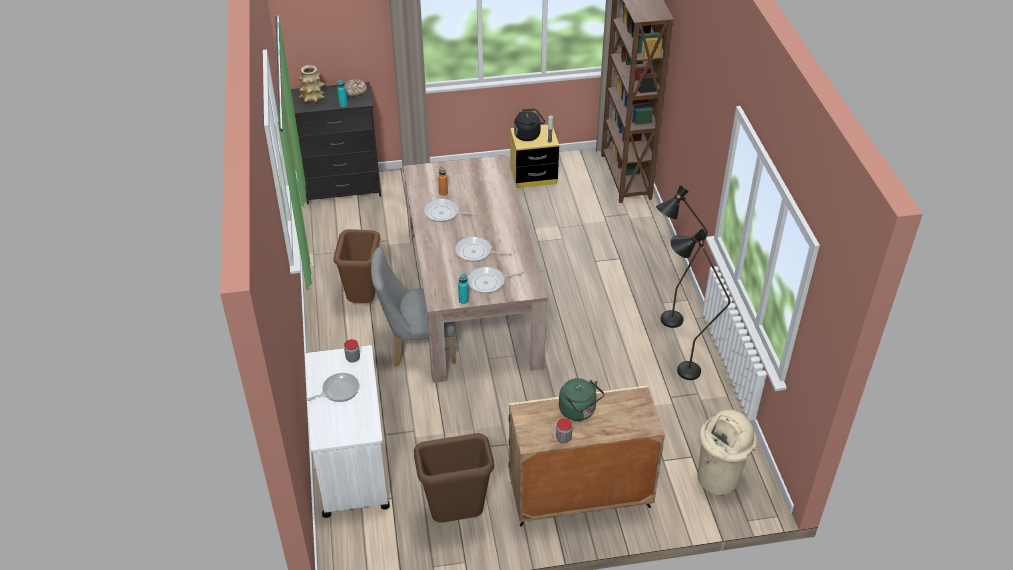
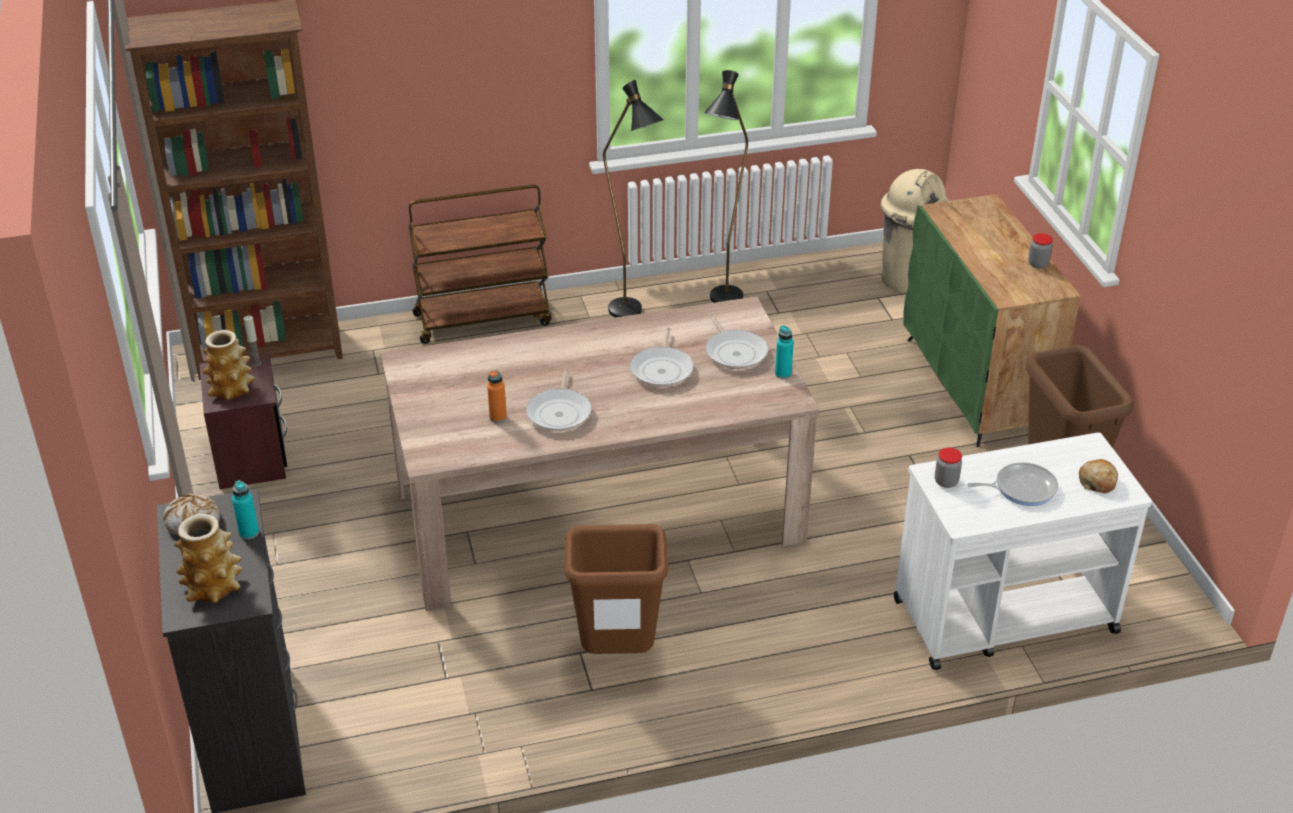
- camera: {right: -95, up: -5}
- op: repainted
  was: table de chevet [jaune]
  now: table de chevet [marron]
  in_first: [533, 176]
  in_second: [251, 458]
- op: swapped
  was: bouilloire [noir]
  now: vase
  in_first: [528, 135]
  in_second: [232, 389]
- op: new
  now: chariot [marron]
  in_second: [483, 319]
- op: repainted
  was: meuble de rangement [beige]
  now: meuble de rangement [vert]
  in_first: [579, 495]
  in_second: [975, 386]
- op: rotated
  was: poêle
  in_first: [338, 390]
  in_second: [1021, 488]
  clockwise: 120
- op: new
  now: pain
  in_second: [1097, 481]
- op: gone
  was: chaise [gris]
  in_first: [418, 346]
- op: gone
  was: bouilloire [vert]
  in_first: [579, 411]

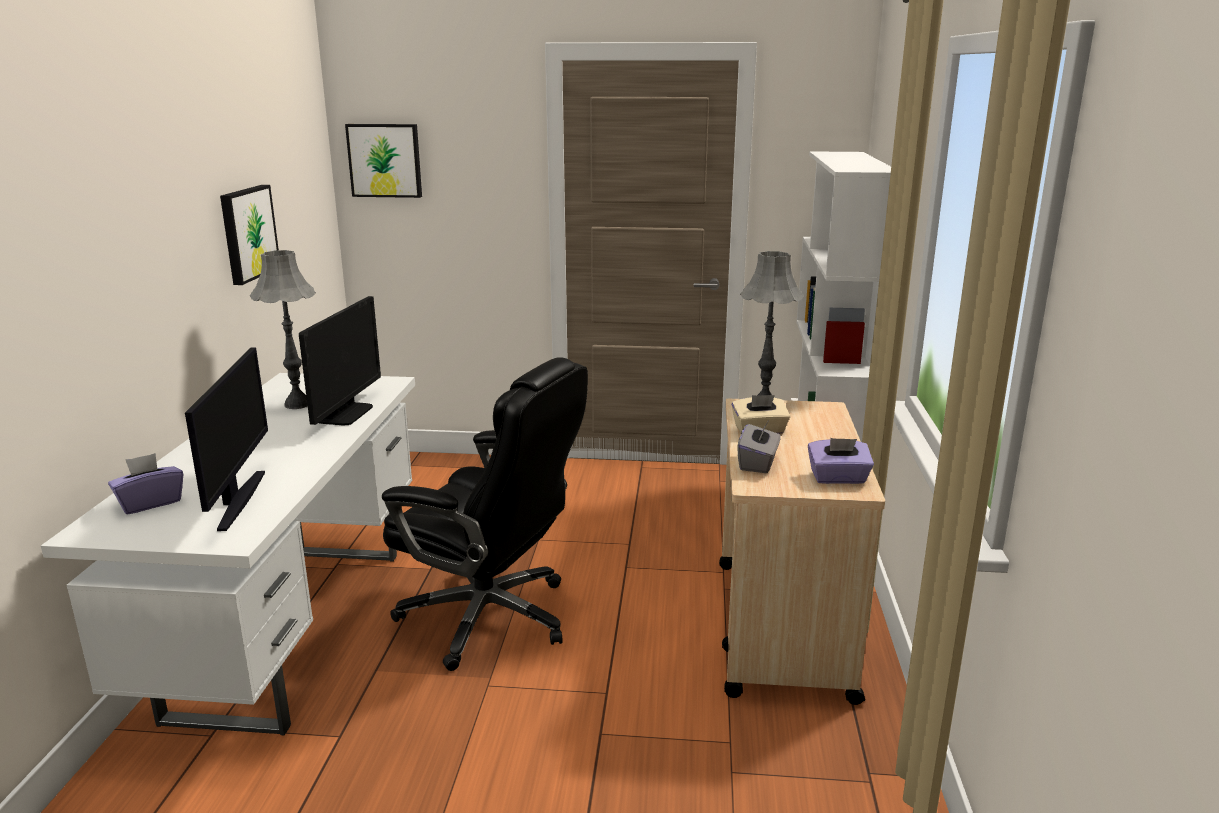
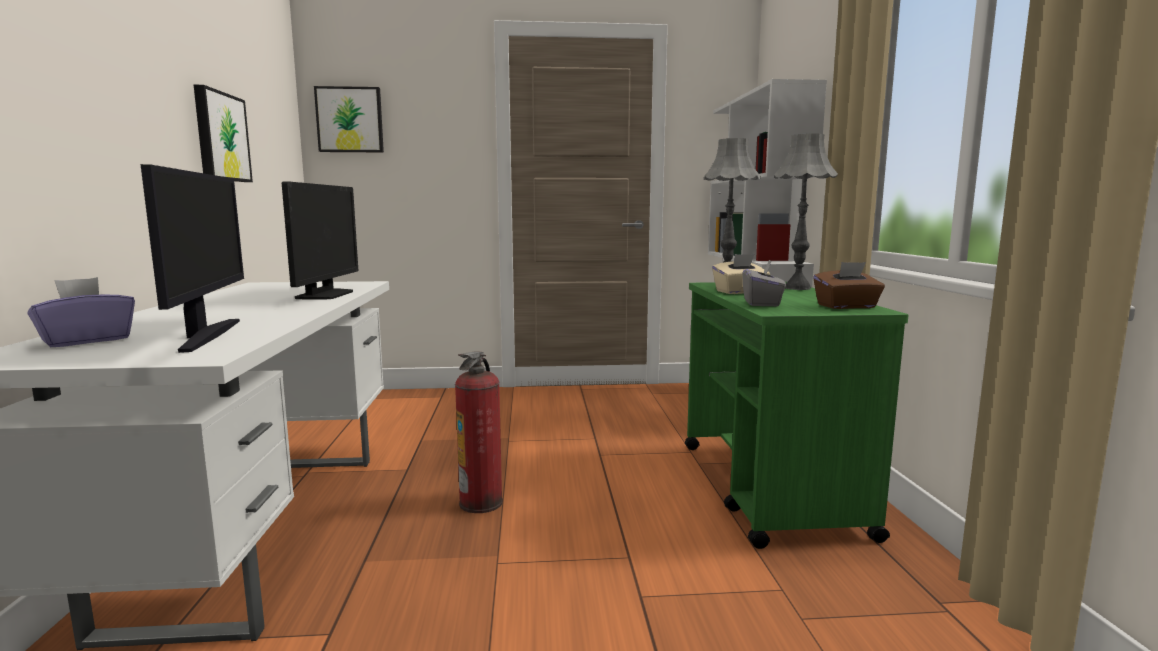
- camera: {right: -10, up: -10}
- op: swapped
  was: chaise de bureau [noir]
  now: extincteur
  in_first: [490, 617]
  in_second: [481, 503]
- op: repainted
  was: chariot [beige]
  now: chariot [vert]
  in_first: [782, 628]
  in_second: [769, 488]
- op: shifted
  was: lampe de table [gris]
  in_first: [298, 404]
  in_second: [798, 288]
- op: repainted
  was: boîte à mouchoirs [violet]
  now: boîte à mouchoirs [marron]
  in_first: [838, 478]
  in_second: [846, 306]

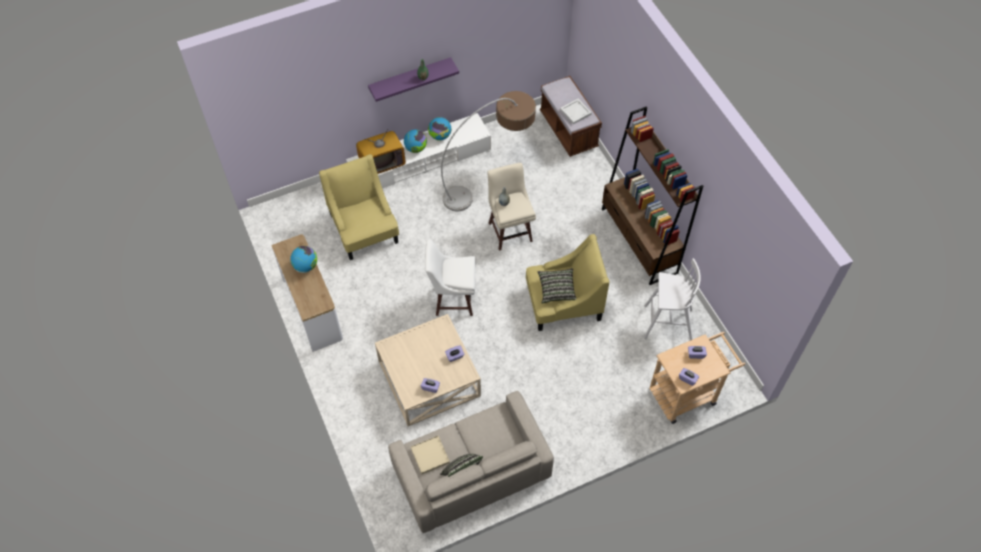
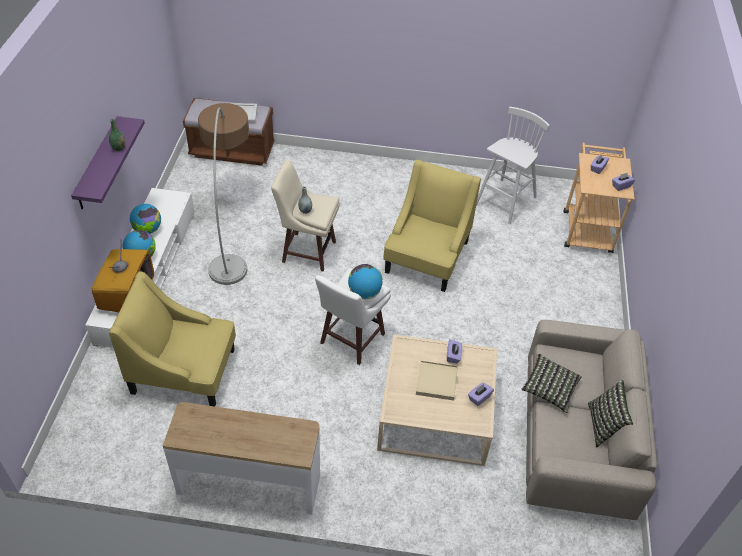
- camera: {right: -60, up: -10}
- op: shifted
  was: globe
  in_first: [305, 266]
  in_second: [364, 293]
- op: shifted
  was: plateau [beige]
  in_first: [430, 455]
  in_second: [436, 381]
- op: shifted
  was: coussin
  in_first: [556, 289]
  in_second: [549, 388]
- op: gone
  was: bibliothèque [marron]
  in_first: [639, 241]

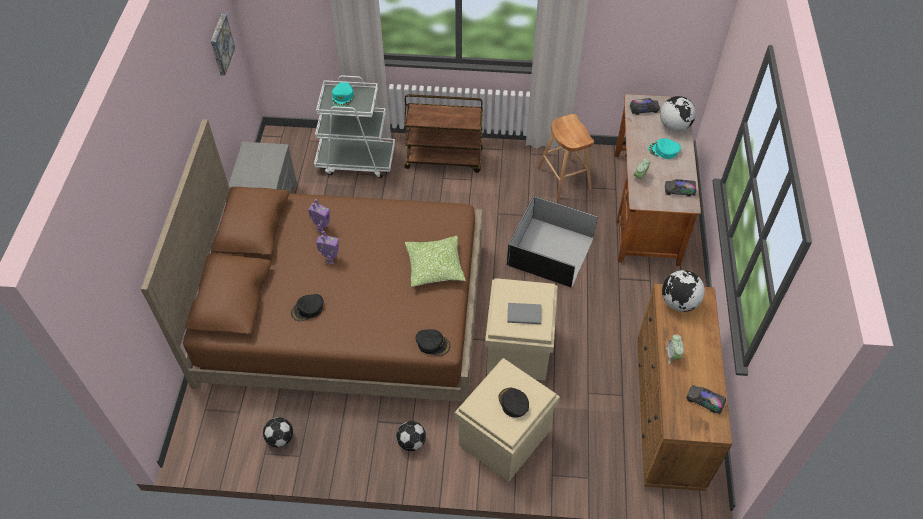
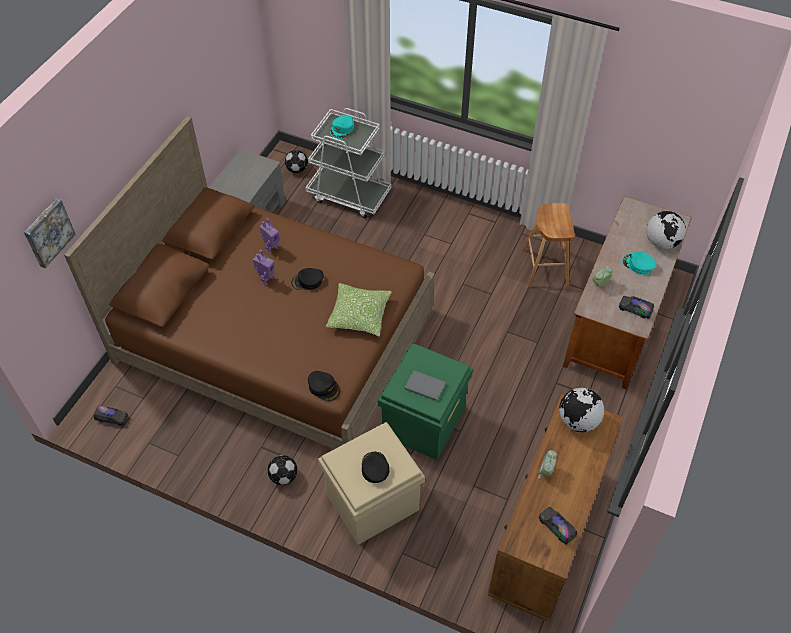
- camera: {right: 20, up: 0}
- op: shifted
  was: tableau
  in_first: [220, 44]
  in_second: [48, 232]
- op: shifted
  was: camion jouet
  in_first: [644, 110]
  in_second: [112, 418]
- op: shifted
  was: ballon de foot
  in_first: [280, 438]
  in_second: [297, 169]
- op: shifted
  was: casquette [noir]
  in_first: [308, 309]
  in_second: [307, 281]
- op: repainted
  was: boîte de rangement [beige]
  now: boîte de rangement [vert]
  in_first: [518, 348]
  in_second: [424, 420]
- op: gone
  was: chariot [marron]
  in_first: [444, 159]
- op: gone
  was: boîte de rangement [noir]
  in_first: [550, 252]

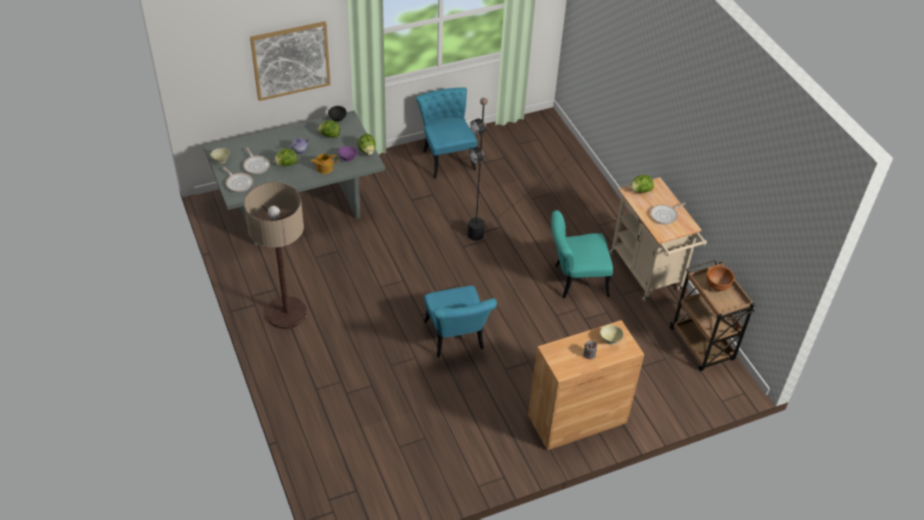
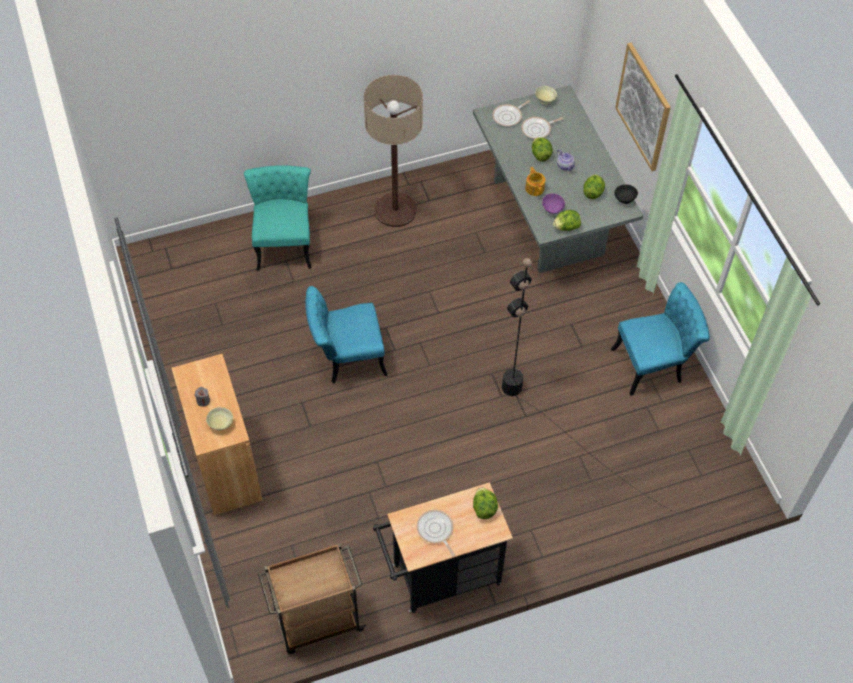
- camera: {right: 95, up: 10}
- op: shifted
  was: chaise [turquoise]
  in_first: [574, 281]
  in_second: [284, 242]
- op: repainted
  was: chariot [beige]
  now: chariot [noir]
  in_first: [648, 274]
  in_second: [440, 577]
- op: gone
  was: bol [marron]
  in_first: [717, 286]

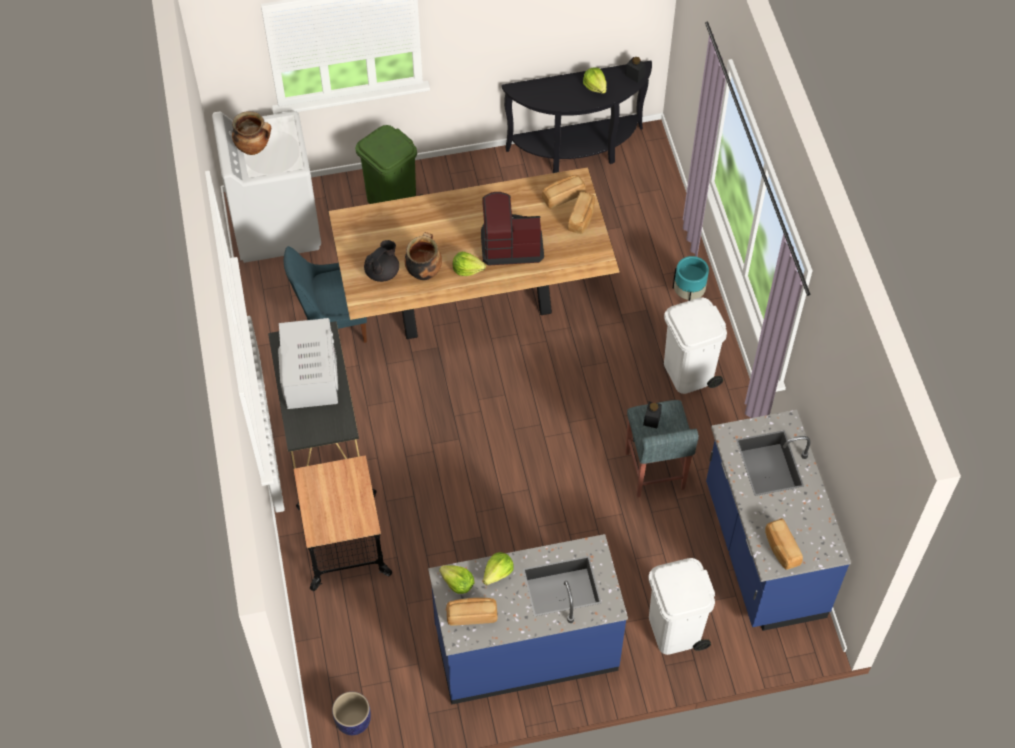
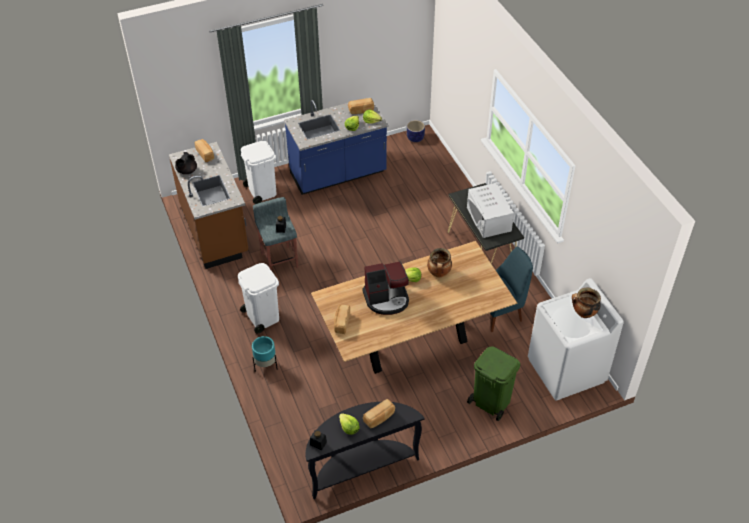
- camera: {right: 170, up: -10}
- op: repainted
  was: comptoir de cuisine [bleu]
  now: comptoir de cuisine [marron]
  in_first: [762, 552]
  in_second: [215, 230]
- op: shifted
  was: théière [noir]
  in_first: [382, 272]
  in_second: [186, 171]
- op: shifted
  was: pain
  in_first: [562, 196]
  in_second: [379, 418]
- op: gone
  was: chariot
  in_first: [343, 542]

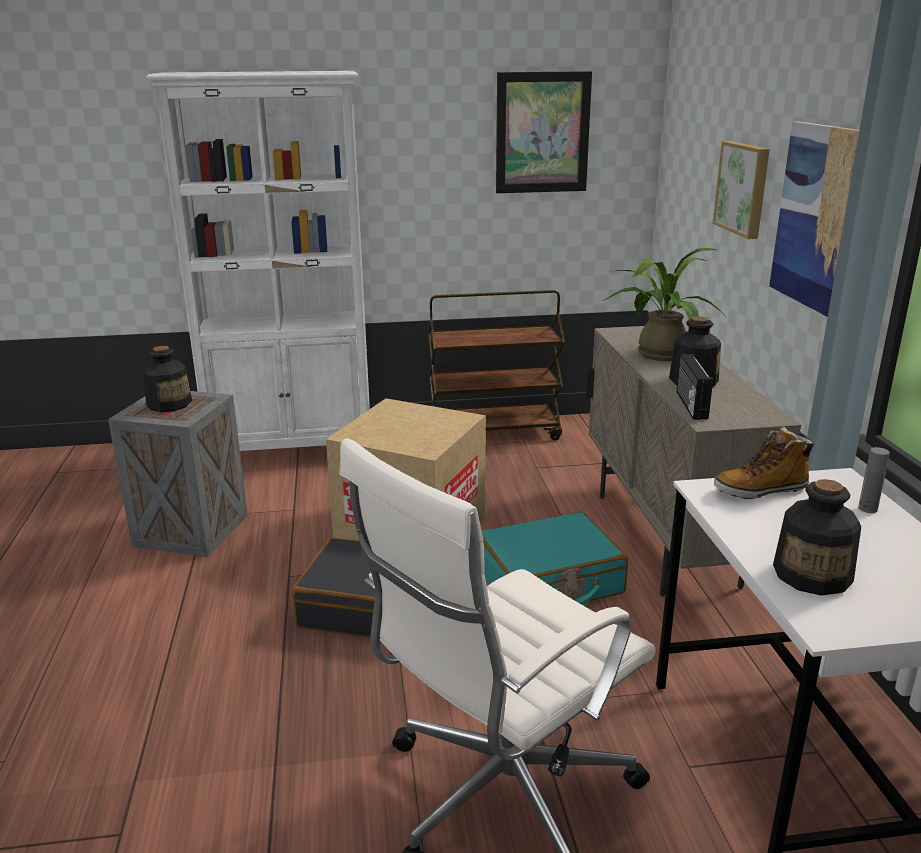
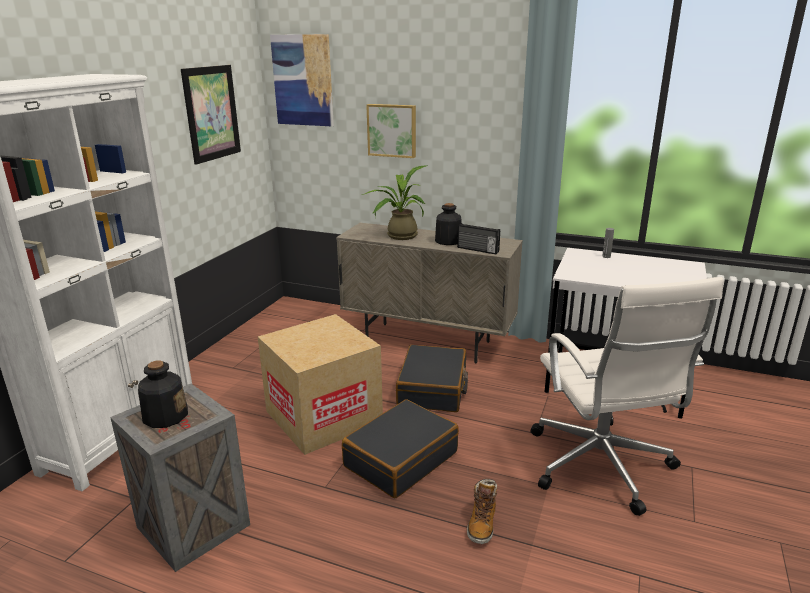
- camera: {right: -60, up: 0}
- op: shifted
  was: tableau
  in_first: [817, 217]
  in_second: [303, 80]
- op: repainted
  was: valise [turquoise]
  now: valise [noir]
  in_first: [549, 581]
  in_second: [433, 389]
- op: shifted
  was: botte
  in_first: [760, 490]
  in_second: [482, 523]
- op: gone
  was: chariot [marron]
  in_first: [493, 433]
- op: gone
  was: bouteille
  in_first: [812, 575]

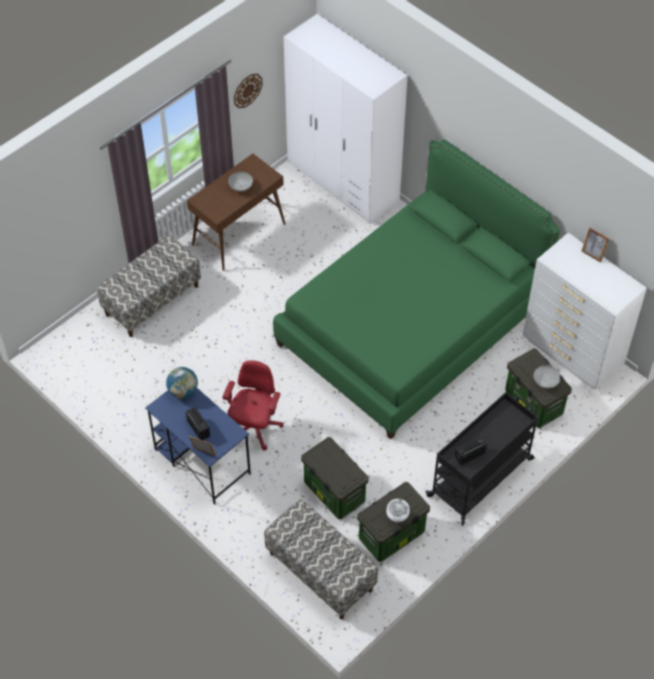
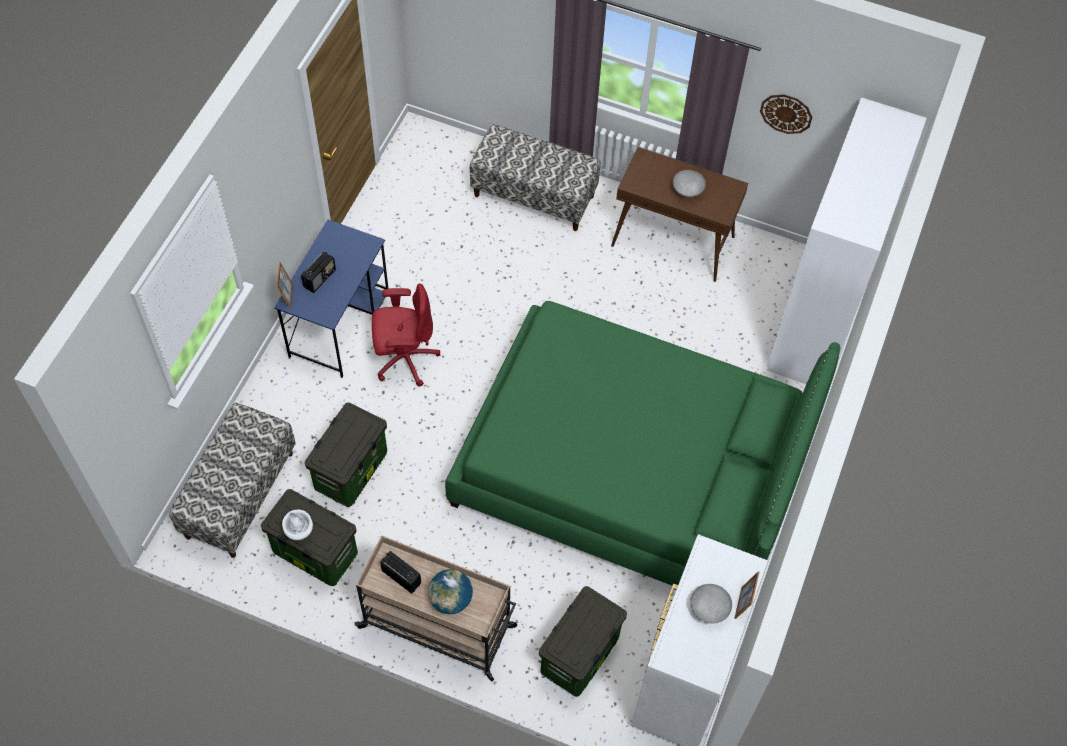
- camera: {right: 65, up: 5}
- op: repainted
  was: chariot [noir]
  now: chariot [beige]
  in_first: [481, 477]
  in_second: [439, 627]
- op: shifted
  was: globe
  in_first: [183, 391]
  in_second: [451, 600]
- op: shifted
  was: bol [gris]
  in_first: [545, 382]
  in_second: [708, 608]

